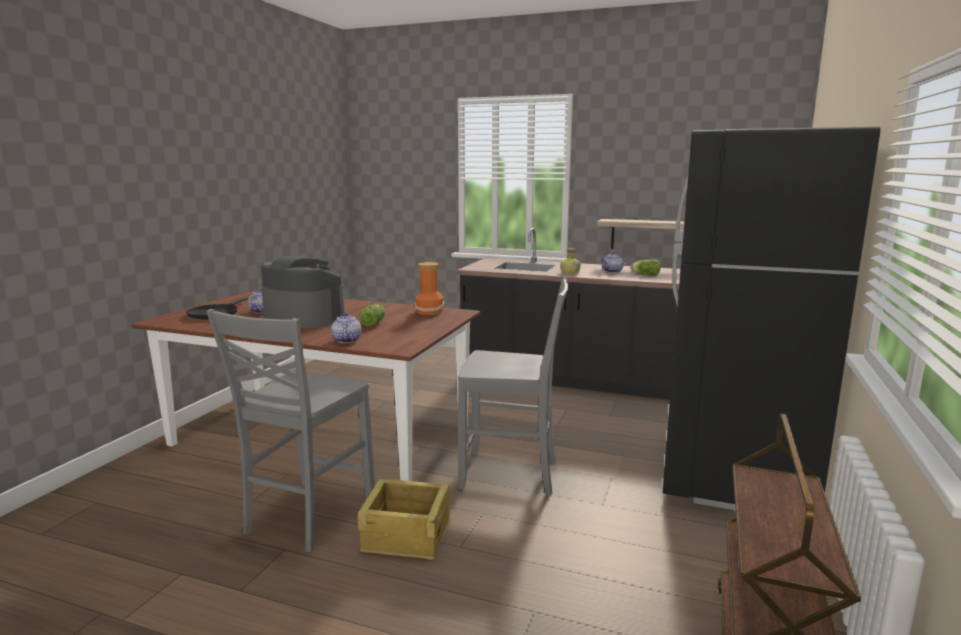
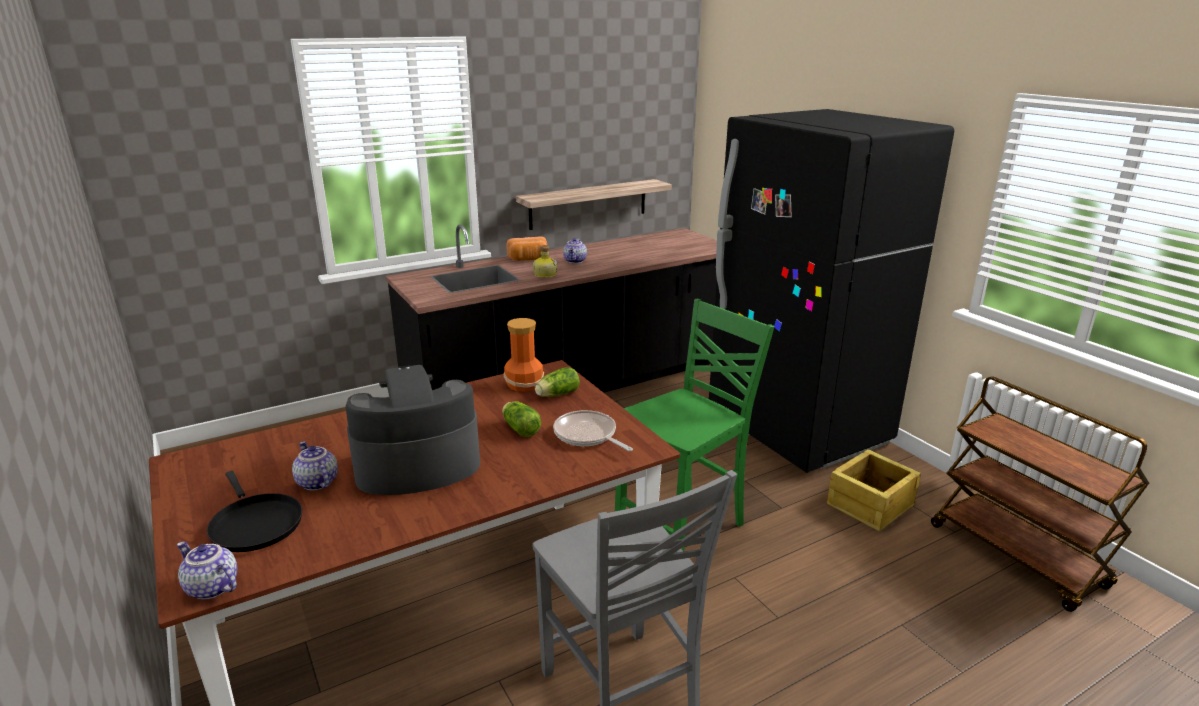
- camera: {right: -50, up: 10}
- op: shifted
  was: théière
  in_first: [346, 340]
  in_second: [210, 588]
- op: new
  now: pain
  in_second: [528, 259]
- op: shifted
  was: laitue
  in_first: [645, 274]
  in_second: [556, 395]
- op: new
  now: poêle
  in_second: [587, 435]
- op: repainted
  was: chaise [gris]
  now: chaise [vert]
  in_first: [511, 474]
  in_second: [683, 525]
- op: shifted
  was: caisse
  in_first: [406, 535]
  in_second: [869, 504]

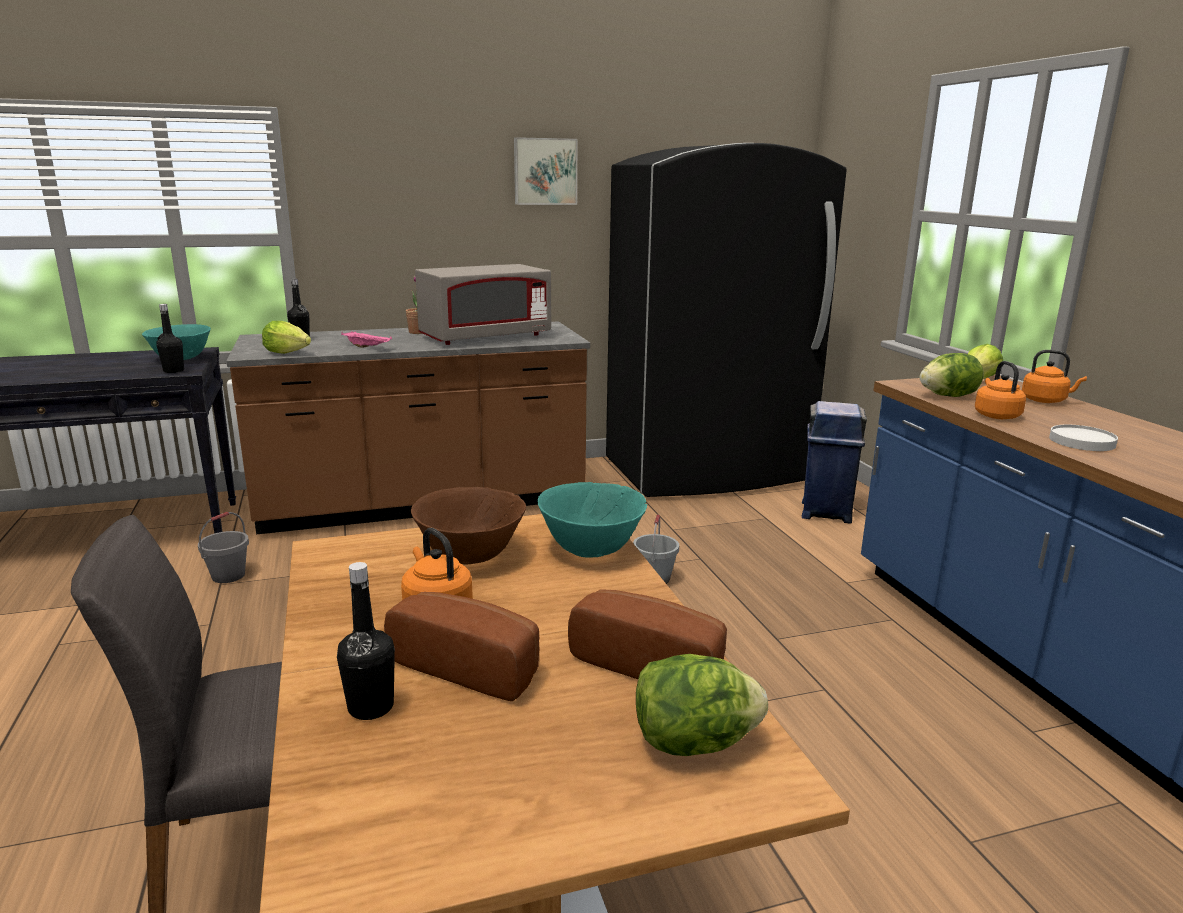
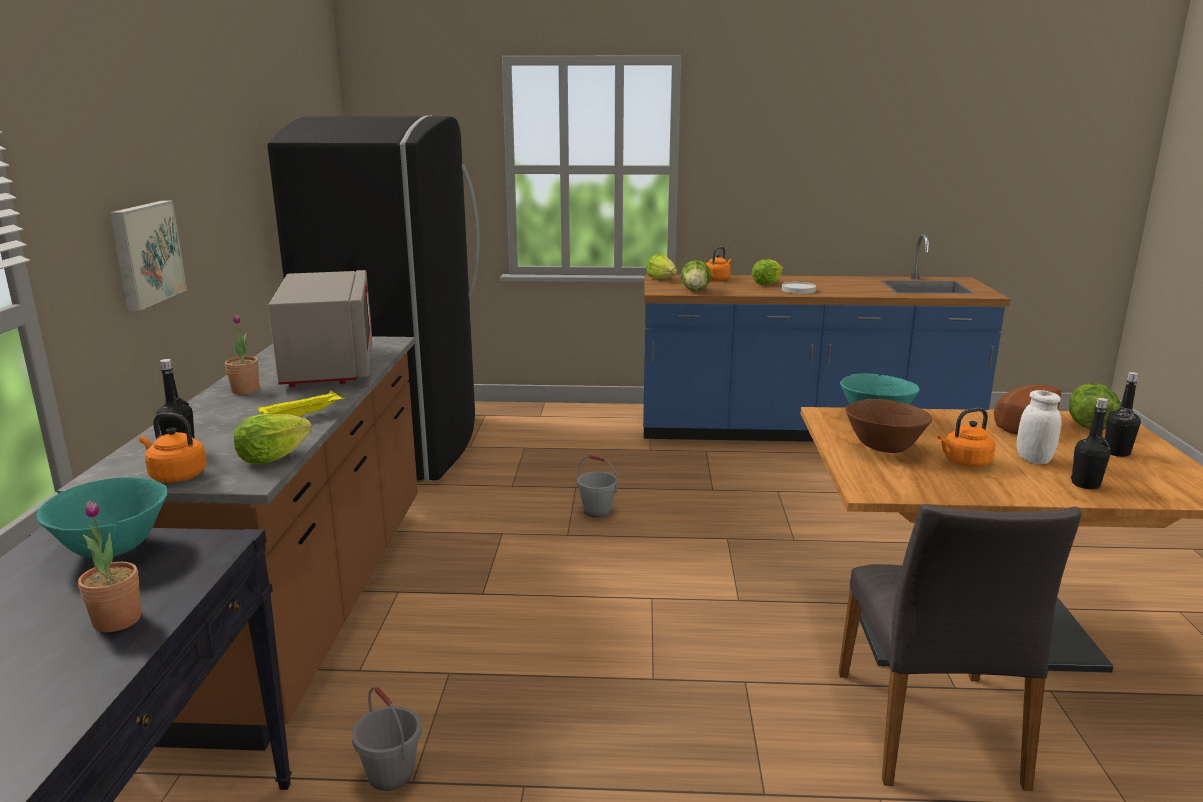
- camera: {right: -70, up: 0}
- op: new
  now: plante en pot
  in_second: [117, 620]
- op: shifted
  was: tableau
  in_first: [545, 171]
  in_second: [145, 253]
- op: shifted
  was: bouilloire [orange]
  in_first: [995, 415]
  in_second: [176, 476]
- op: repainted
  was: plateau [rose]
  now: plateau [jaune]
  in_first: [368, 347]
  in_second: [304, 417]
- op: new
  now: laitue
  in_second: [766, 283]
- op: swapped
  was: pain
  now: bocal [blanc]
  in_first: [470, 665]
  in_second: [1033, 459]
- op: shifted
  was: bouteille [noir]
  in_first: [173, 371]
  in_second: [1116, 452]
- op: gone
  was: poubelle [bleu]
  in_first: [826, 512]

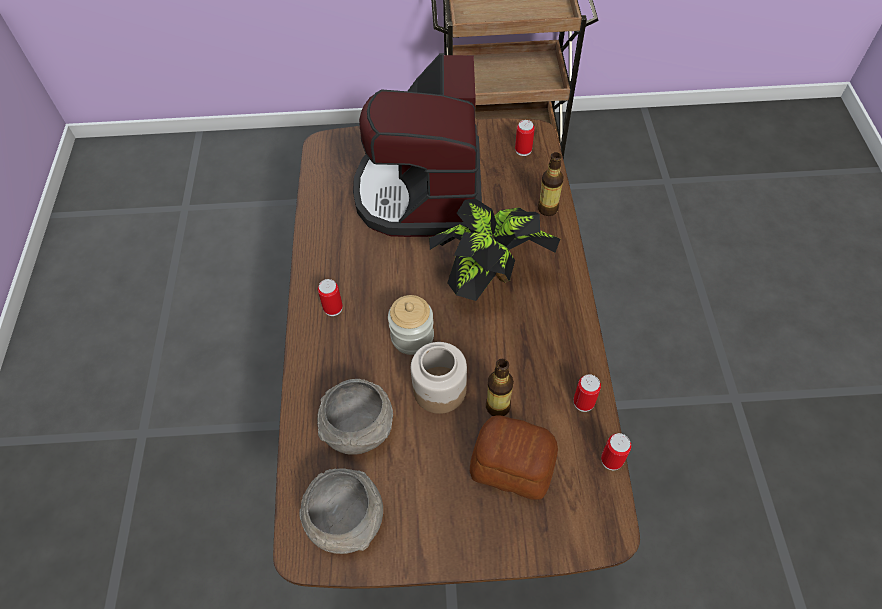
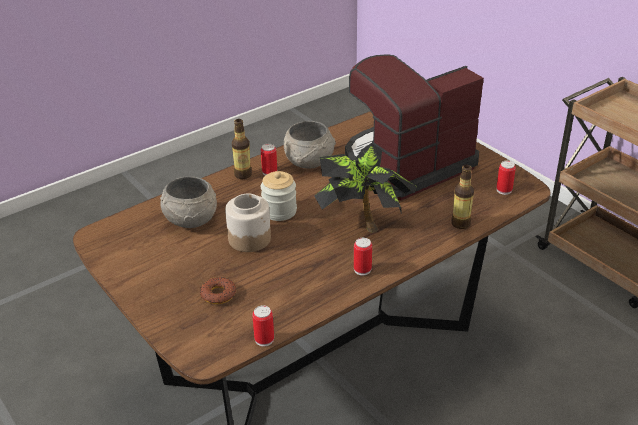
- camera: {right: 55, up: -20}
- op: swapped
  was: pain
  now: beignet
  in_first: [513, 467]
  in_second: [218, 294]
- op: shifted
  was: bouteille
  in_first: [498, 406]
  in_second: [243, 175]
- op: shifted
  was: bol [gris]
  in_first: [347, 519]
  in_second: [310, 161]
- op: shifted
  was: boîte métallique
  in_first: [583, 402]
  in_second: [362, 269]

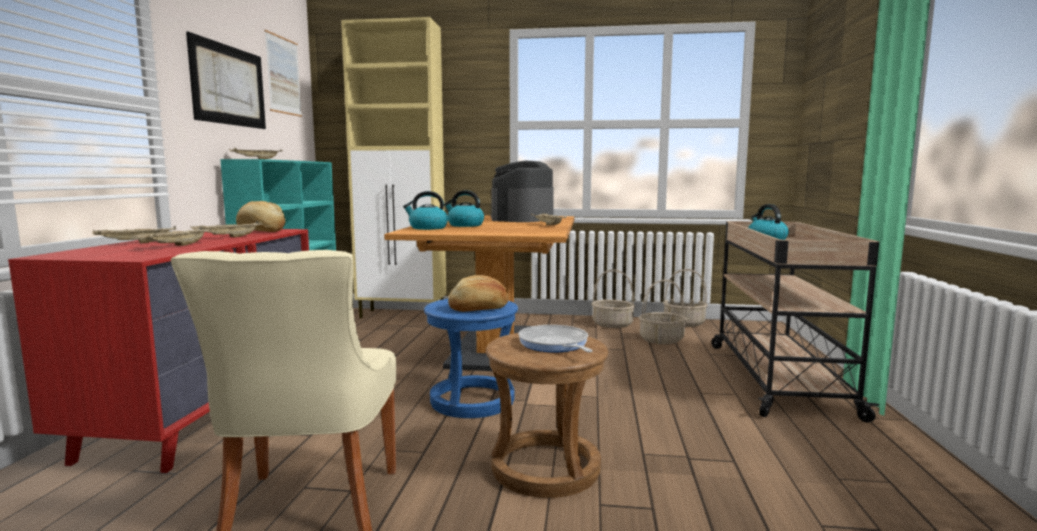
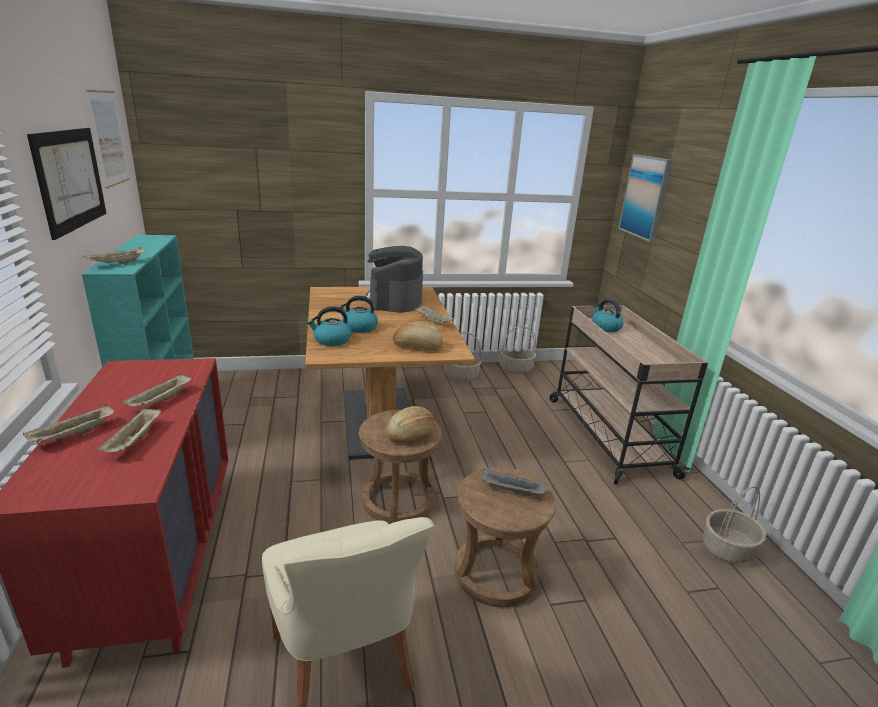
- camera: {right: -20, up: 15}
- op: repainted
  was: tabouret [bleu]
  now: tabouret [marron]
  in_first: [472, 401]
  in_second: [398, 501]
- op: shifted
  was: pain
  in_first: [261, 231]
  in_second: [417, 347]
- op: swapped
  was: poêle
  now: plateau [gris]
  in_first: [554, 344]
  in_second: [510, 491]
- op: new
  now: tableau
  in_second: [645, 197]
- op: shifted
  was: panier
  in_first: [661, 340]
  in_second: [727, 550]
- op: gone
  was: meuble de rangement [beige]
  in_first: [403, 315]

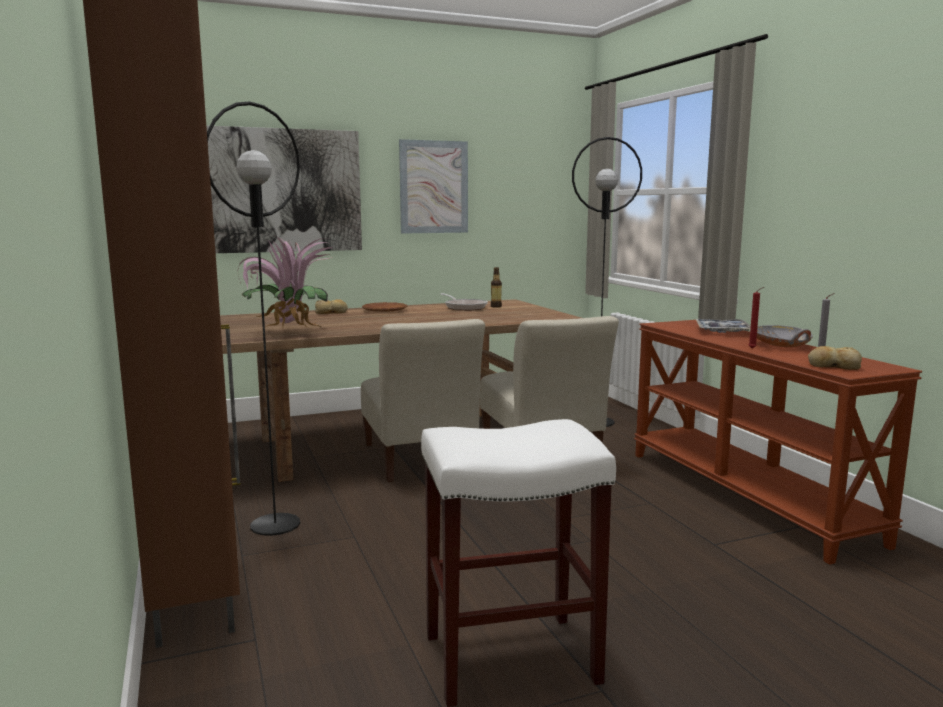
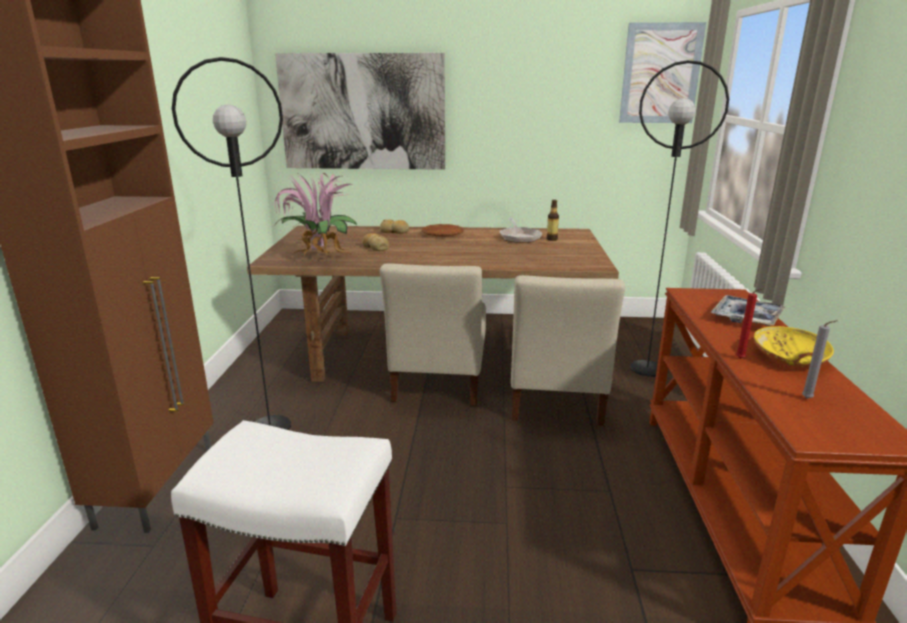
- camera: {right: 25, up: 10}
- op: shifted
  was: pain
  in_first: [833, 366]
  in_second: [375, 247]
- op: shifted
  was: tableau
  in_first: [433, 187]
  in_second: [660, 74]
- op: repainted
  was: bol [gris]
  now: bol [jaune]
  in_first: [781, 345]
  in_second: [789, 358]

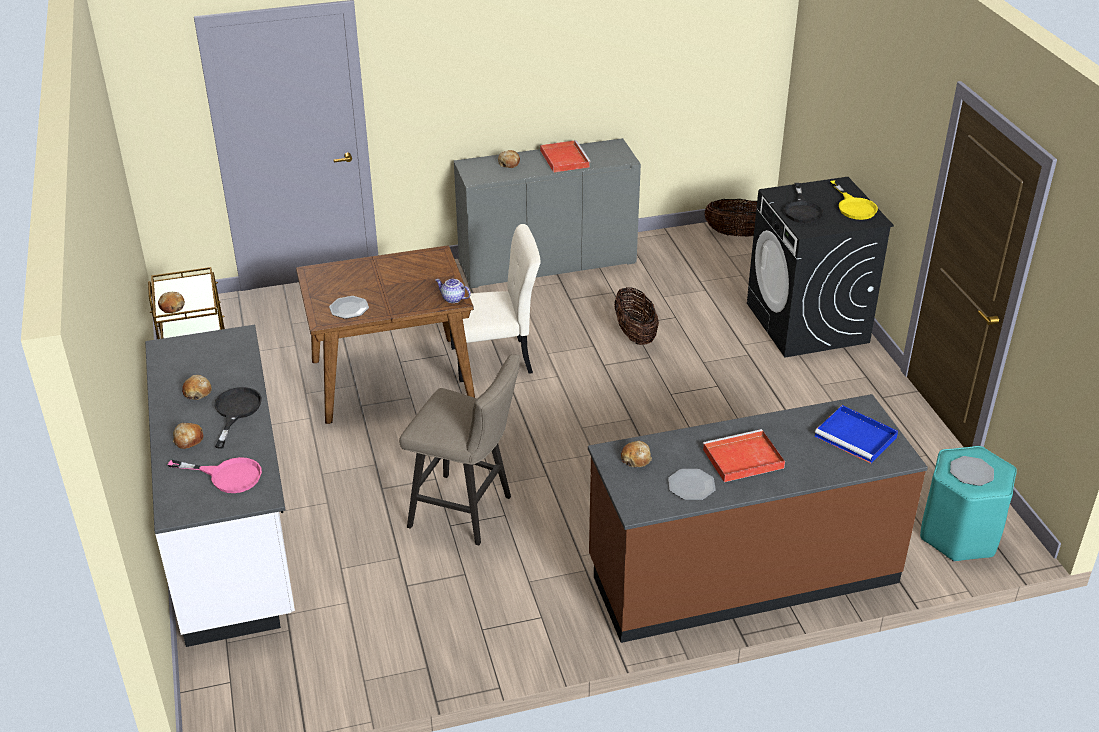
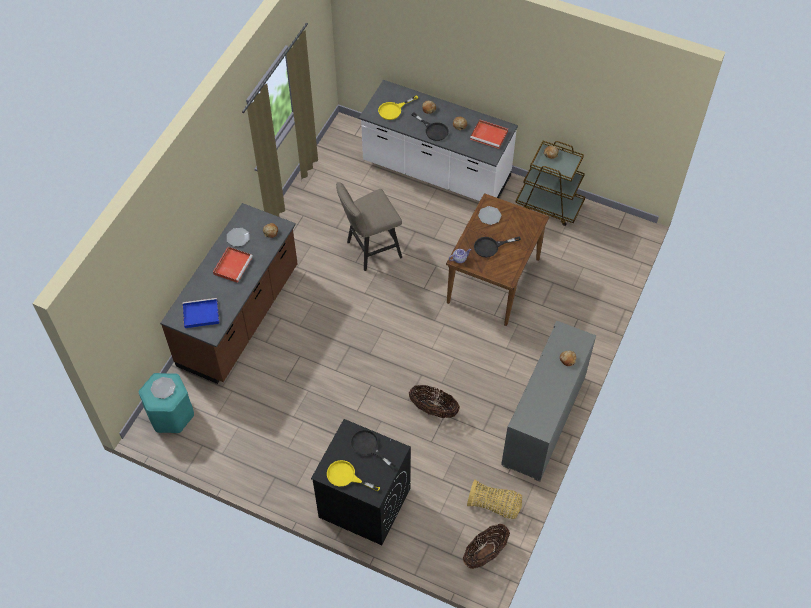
- camera: {right: 130, up: 20}
- op: repainted
  was: poêle [rose]
  now: poêle [jaune]
  in_first: [227, 476]
  in_second: [393, 110]
- op: new
  now: panier
  in_second: [494, 505]
- op: shifted
  was: plateau [rouge]
  in_first: [564, 158]
  in_second: [489, 135]
- op: new
  now: poêle [noir]
  in_second: [490, 247]
- op: gone
  was: chaise [beige]
  in_first: [495, 360]

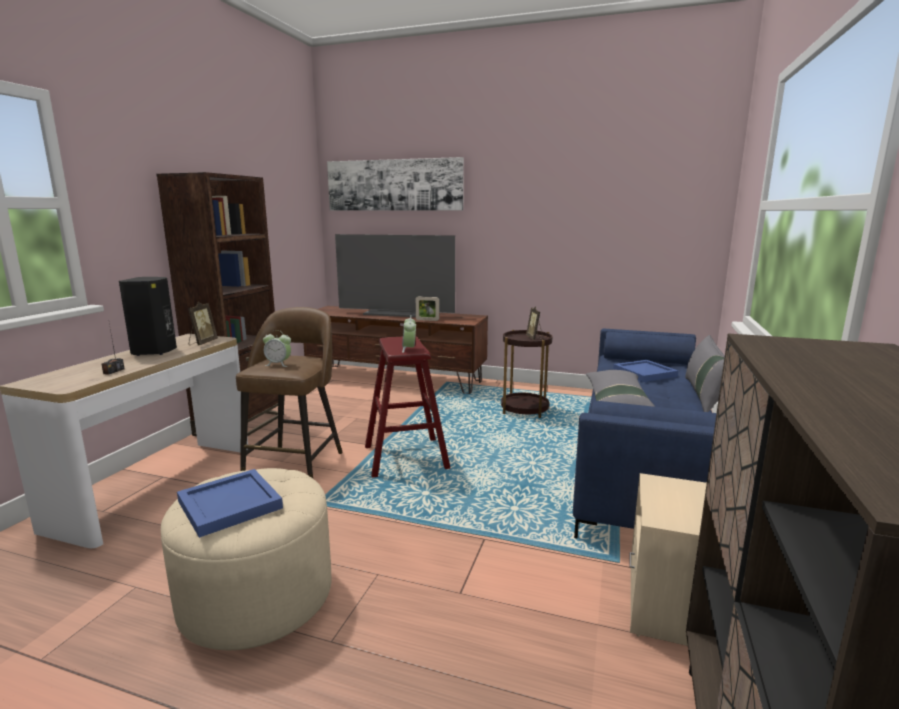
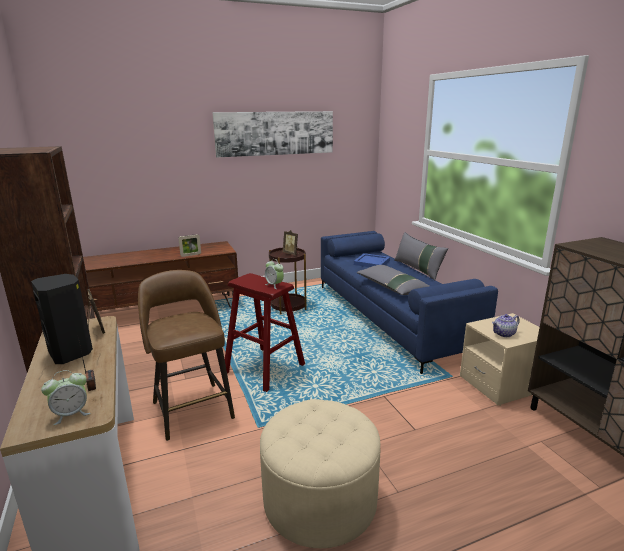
- camera: {right: -40, up: 5}
- op: shifted
  was: réveil
  in_first: [278, 364]
  in_second: [71, 414]
- op: shifted
  was: tableau
  in_first: [394, 185]
  in_second: [275, 133]
- op: new
  now: théière
  in_second: [504, 334]
- op: gone
  was: plateau [bleu]
  in_first: [229, 505]
- op: gone
  was: téléviseur
  in_first: [396, 313]

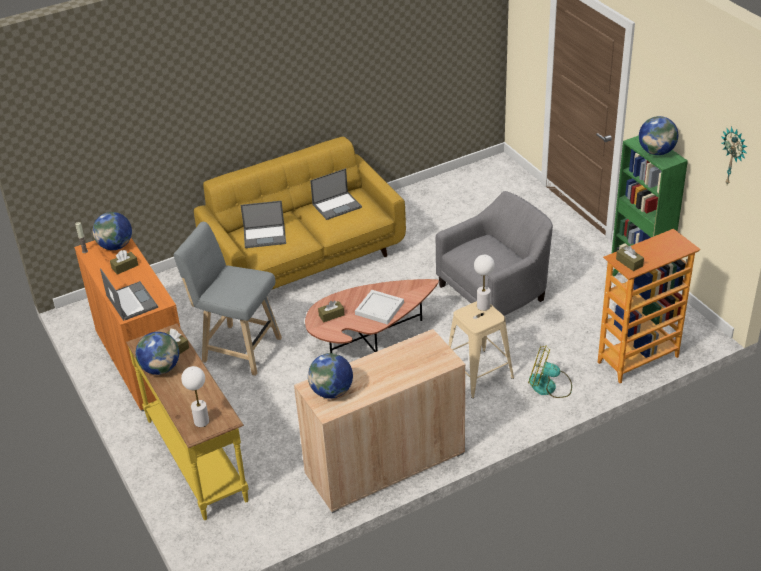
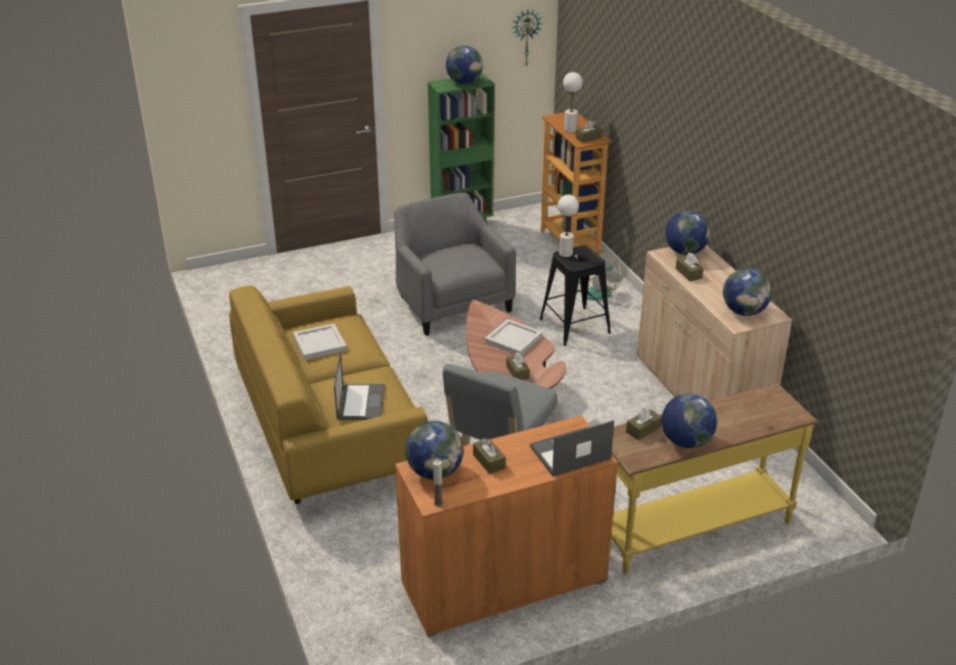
- camera: {right: -85, up: -5}
- op: swapped
  was: ordinateur portable
  now: plateau [blanc]
  in_first: [337, 205]
  in_second: [319, 343]
- op: repainted
  was: tabouret [beige]
  now: tabouret [noir]
  in_first: [478, 373]
  in_second: [574, 326]
- op: shifted
  was: lampe de table [blanc]
  in_first: [201, 421]
  in_second: [570, 130]
- op: new
  now: globe
  in_second: [685, 252]
- op: new
  now: boîte à mouchoirs [marron]
  in_second: [688, 273]

